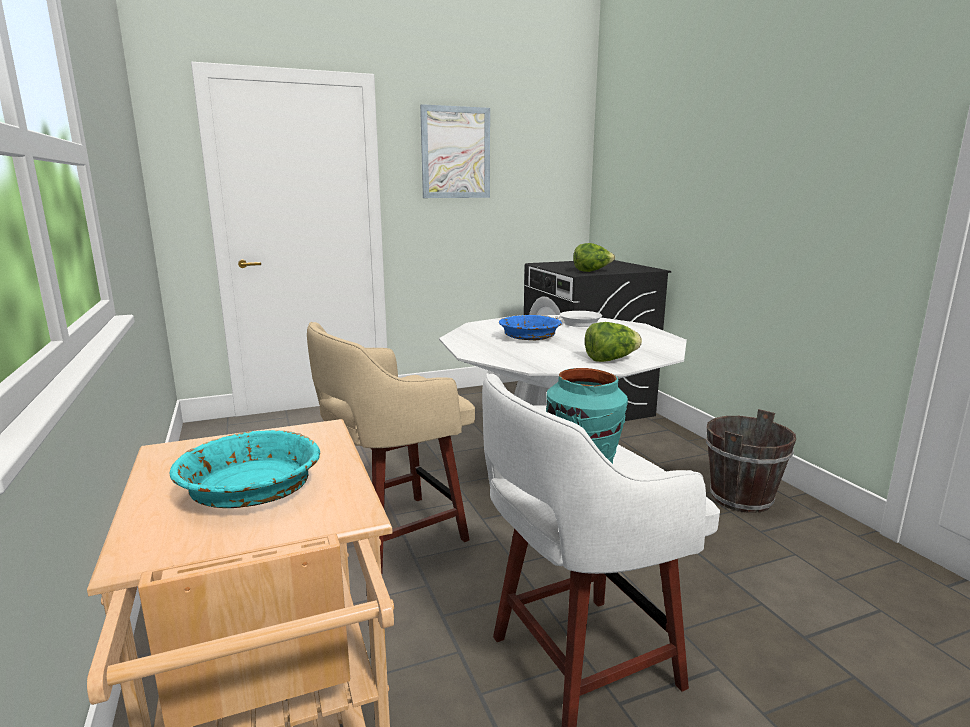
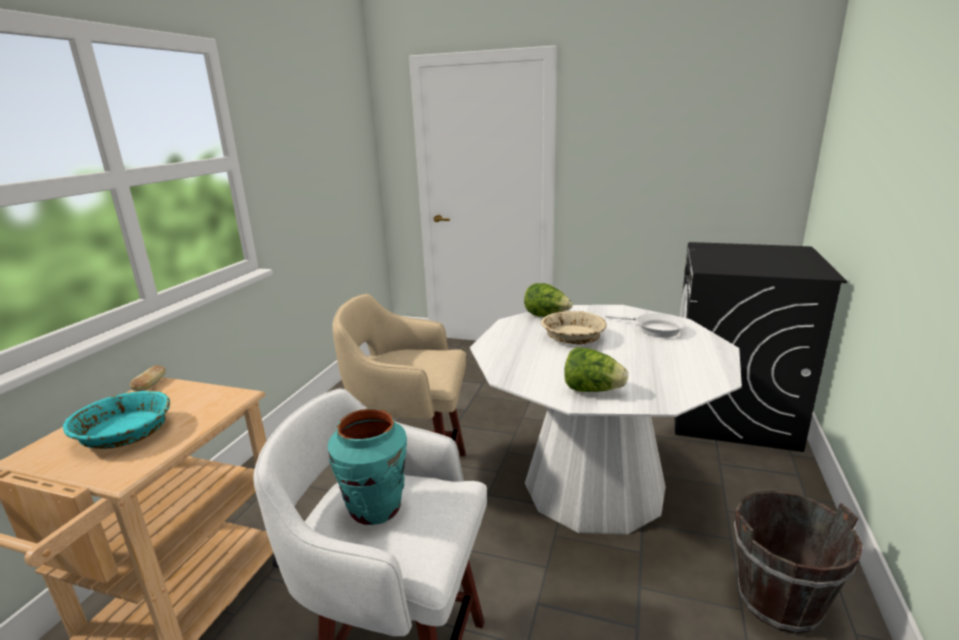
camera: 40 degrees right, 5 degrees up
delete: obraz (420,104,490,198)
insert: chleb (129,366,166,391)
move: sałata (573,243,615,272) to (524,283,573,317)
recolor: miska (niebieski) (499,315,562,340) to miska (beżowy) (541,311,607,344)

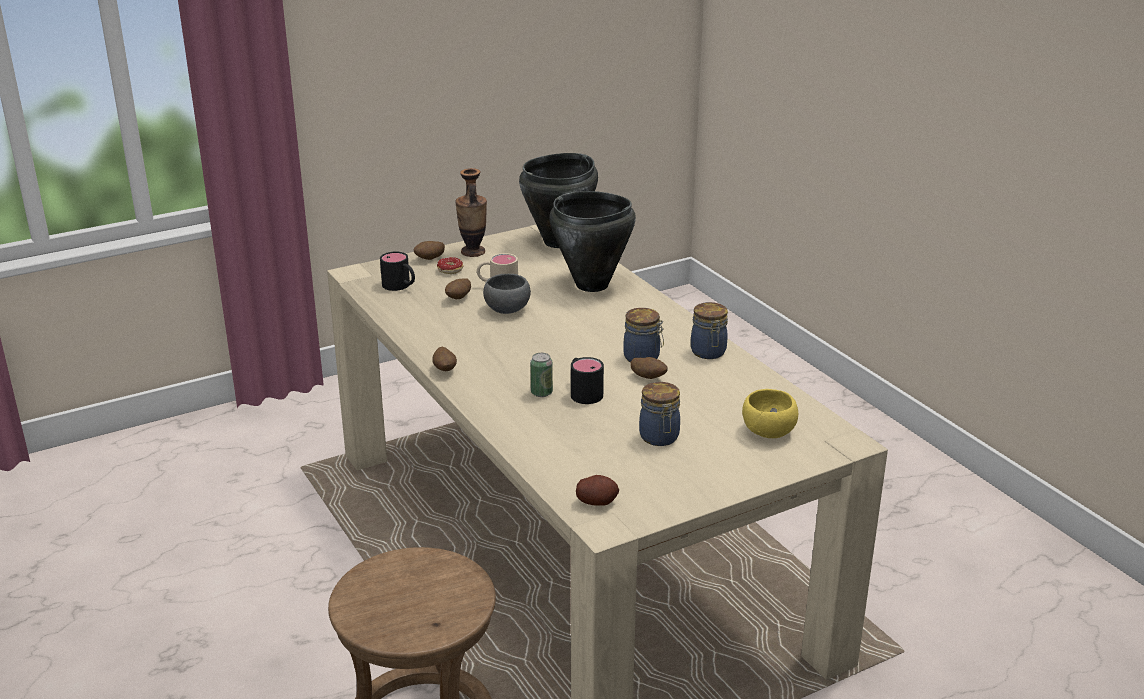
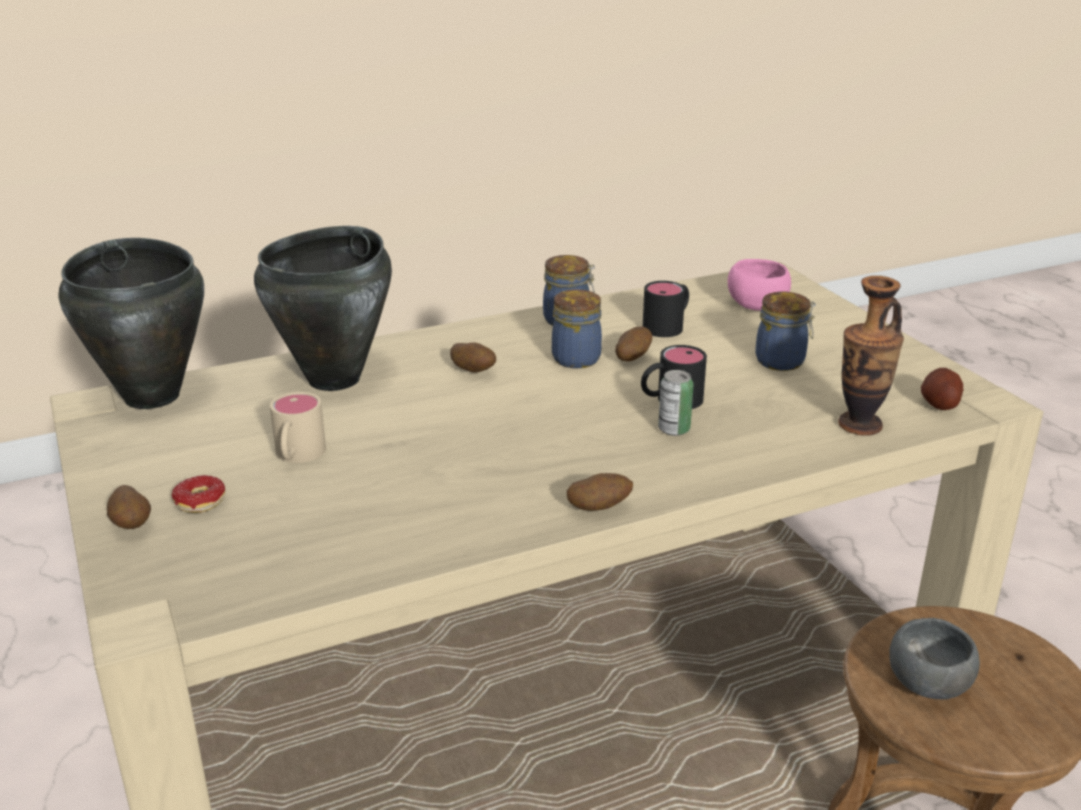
camera: 85 degrees left, 0 degrees up
move: kubek (czarny) (380,252,415,291) to (643,281,689,337); ziemniak (445,278,471,299) to (450,343,496,373); wazon (455,168,487,257) to (838,276,904,436); miska (szary) (483,274,531,314) to (889,618,980,700)
recolor: miska (żółty) (742,389,798,438) to miska (różowy) (728,259,791,311)

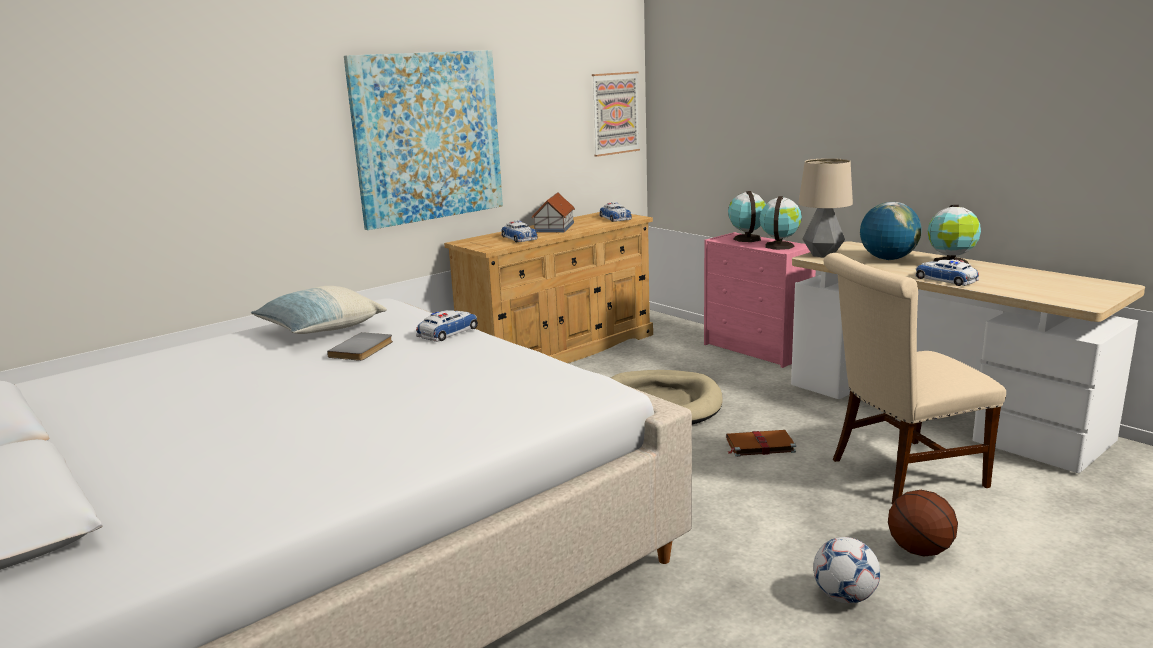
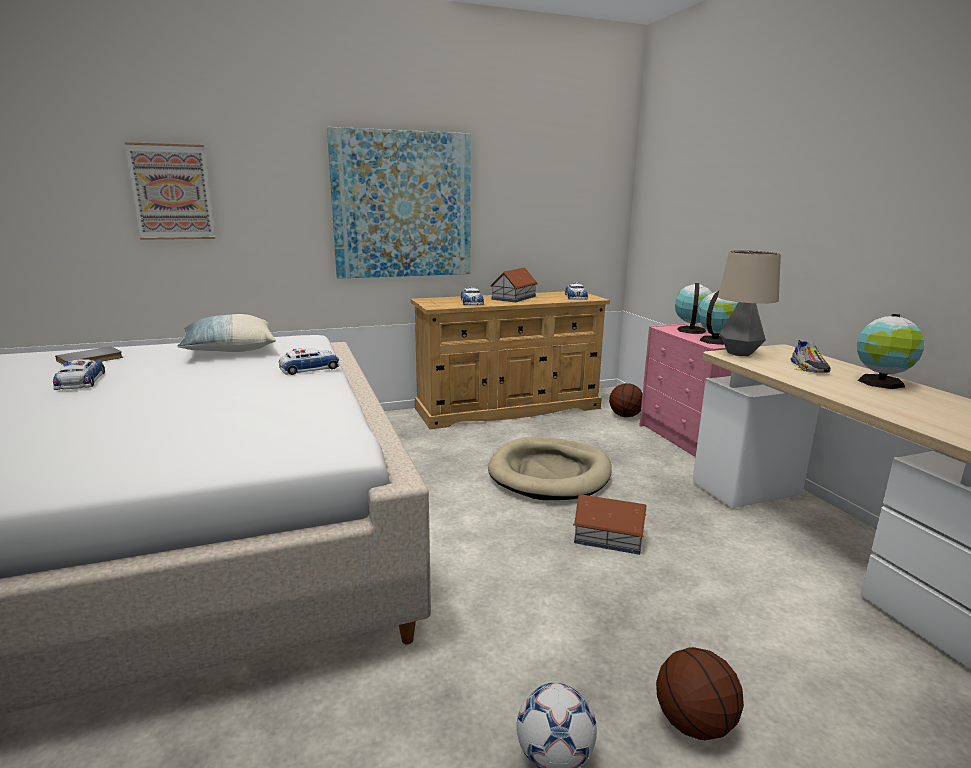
camera: 20 degrees right, 0 degrees up
delete: krzesło (beżowy) (824,253,1006,504)
insert: piłka do koszykówki (609,383,643,417)
move: książka (szary) (327,332,393,361) to (55,347,123,365); obraz (592,72,640,157) to (125,142,215,240); samochodzik (915,259,979,286) to (53,359,105,390)
replace: książka (brązowy) (726,430,796,457) to domek (573,494,647,555); globus (860,202,921,260) to but (790,340,831,373)

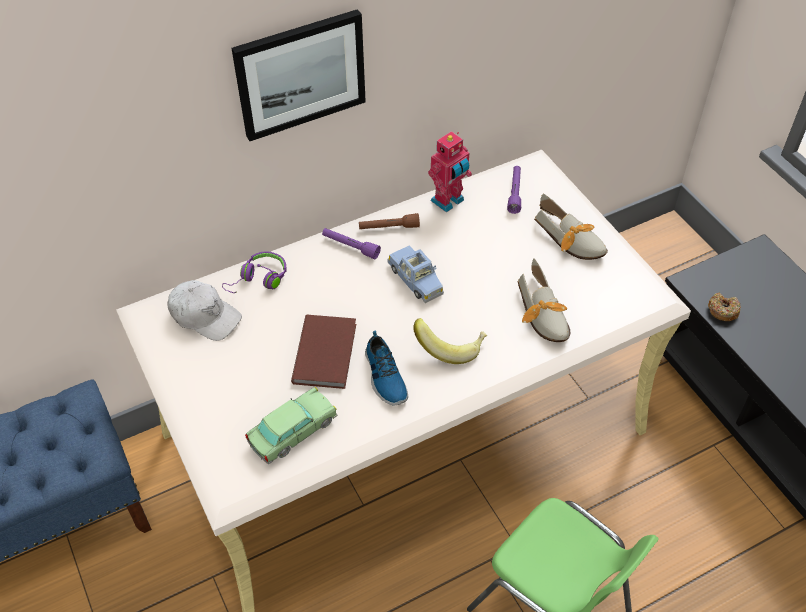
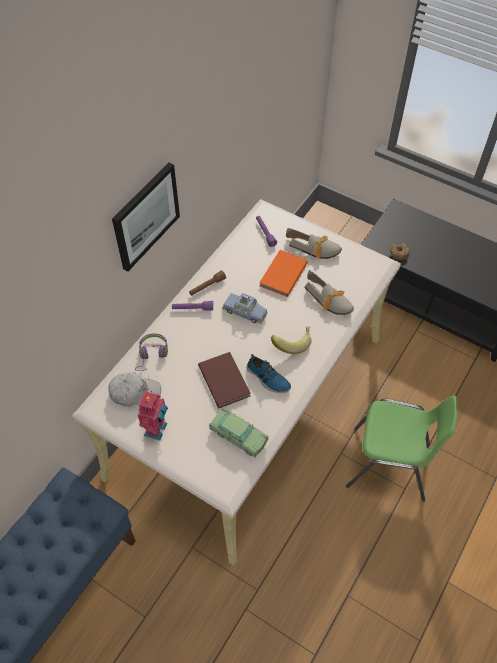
camera: 30 degrees left, 5 degrees up
insert: książka (pomarańczowy) (259,250,308,297)
move: robot zabawkowy (428,131,472,212) to (138,391,168,440)
rotate: samochodzik (245,387,337,464) = (209,408,269,457) 105 degrees clockwise

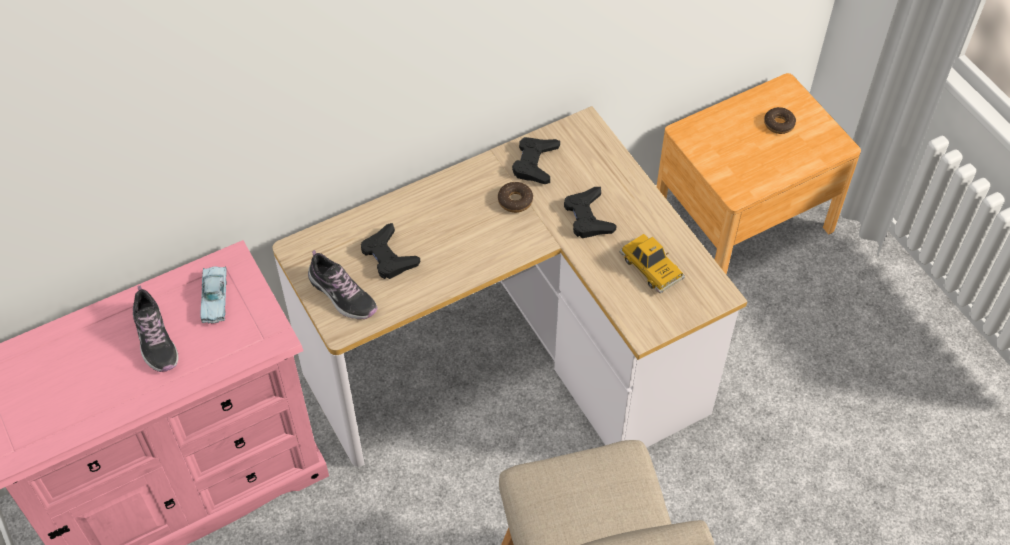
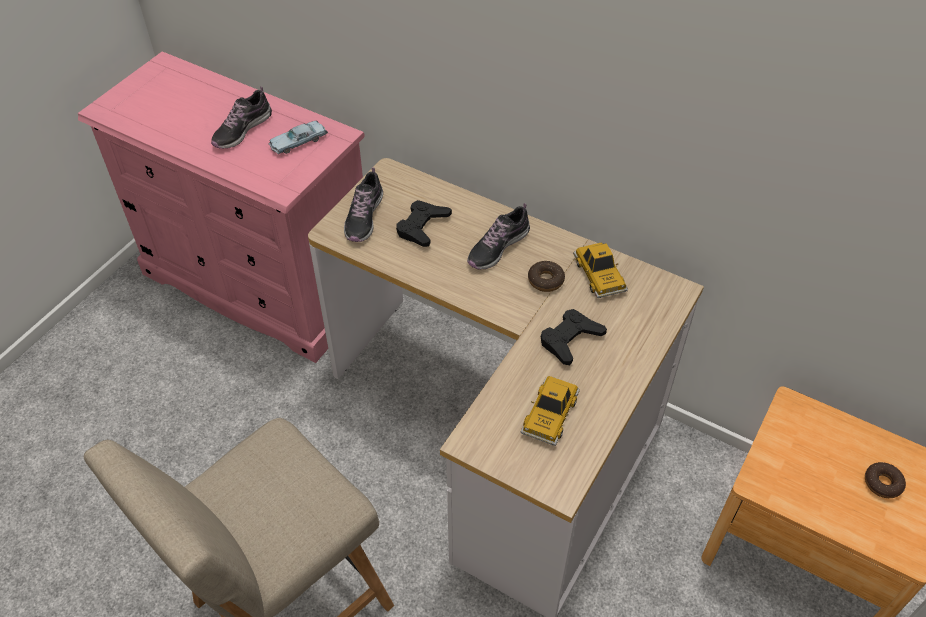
camera: 60 degrees right, 5 degrees down
insert: but (467,203,530,270)
replace: pad do gier (czarny) (512,137,560,184) to samochodzik (573,243,628,298)

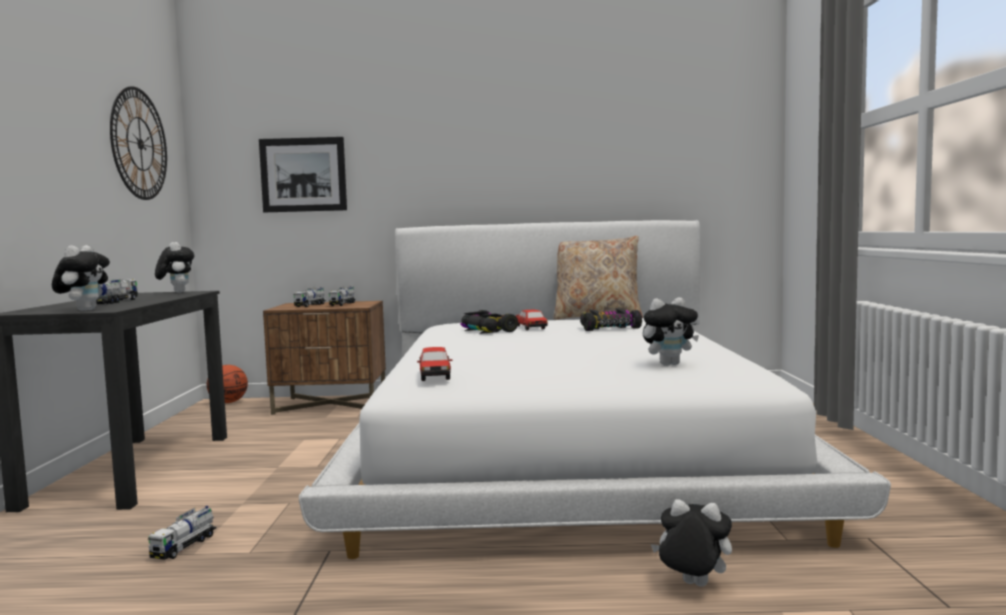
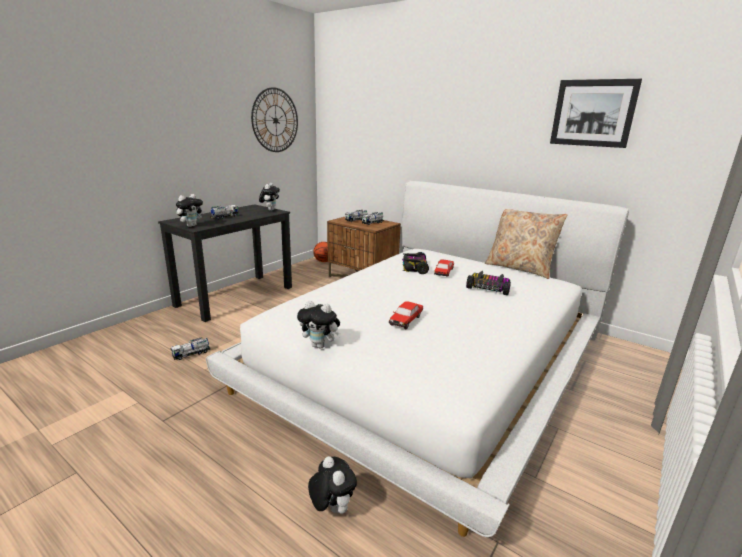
camera: 35 degrees right, 15 degrees up
move: obraz (259,137,347,212) to (550,79,642,148); samochodzik (417,347,452,381) to (389,301,423,329); pluszak (643,297,699,366) to (297,301,342,349)

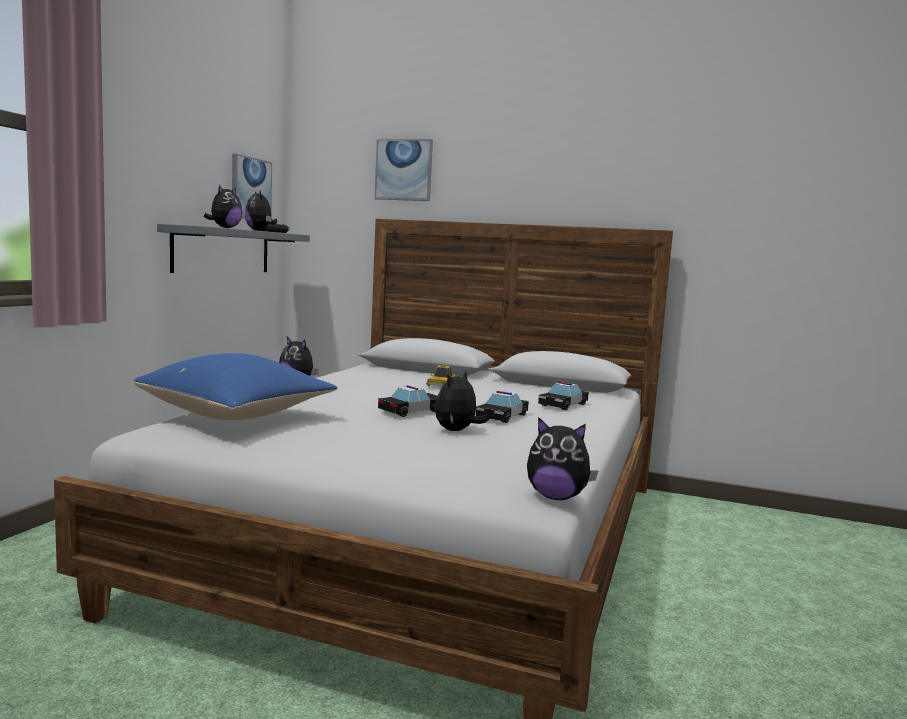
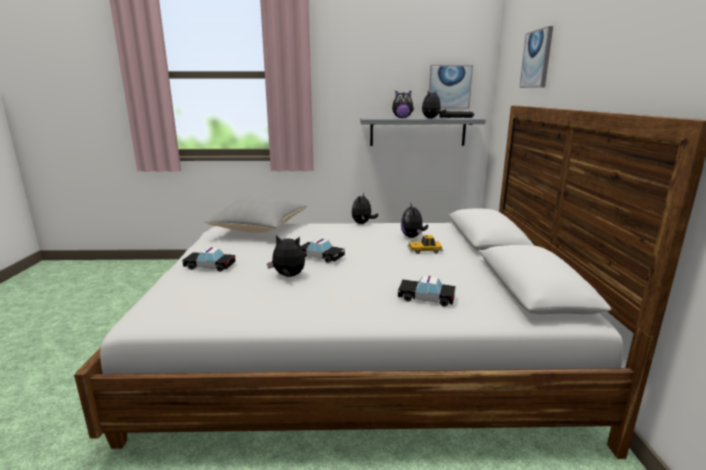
camera: 70 degrees right, 10 degrees up
move: samochodzik (476,391,529,423) to (182,247,236,272); pluszak (527,417,598,500) to (401,204,428,238)
recolor: poduszka (niebieski) (134,353,338,420) to poduszka (szary) (205,196,307,233)

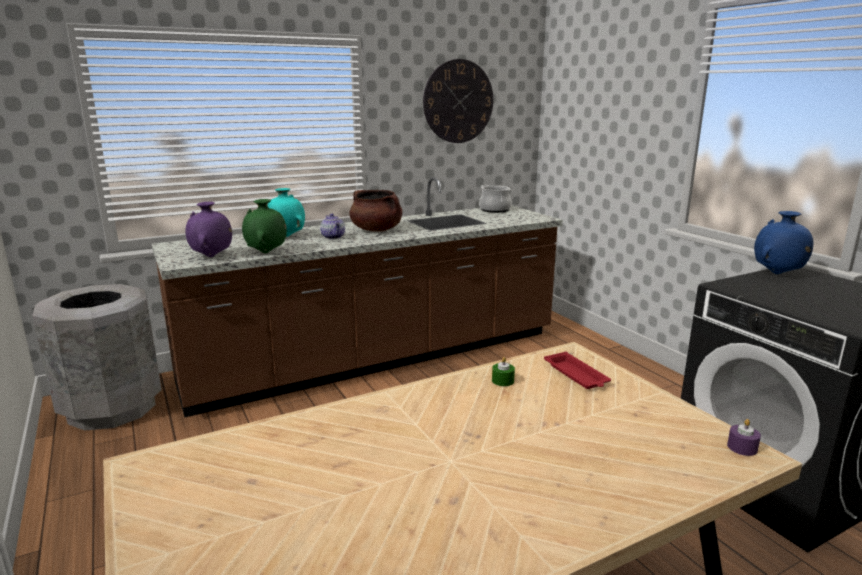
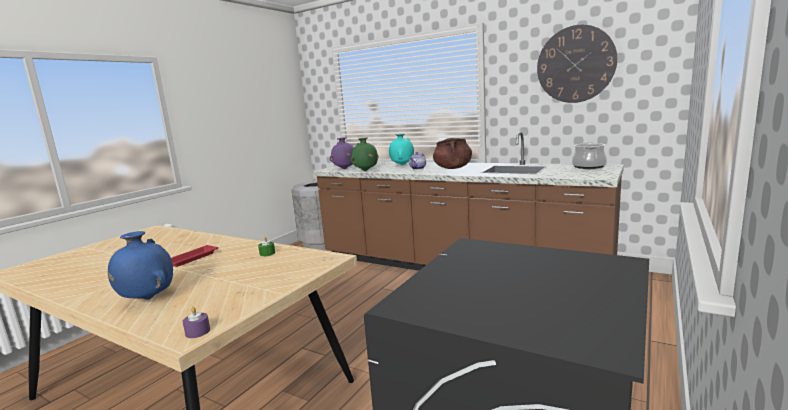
camera: 60 degrees right, 5 degrees down
move: taca (czerwony) (544,352,611,389) to (171,245,218,267); wazon (niebieski) (754,211,813,274) to (108,231,173,300)

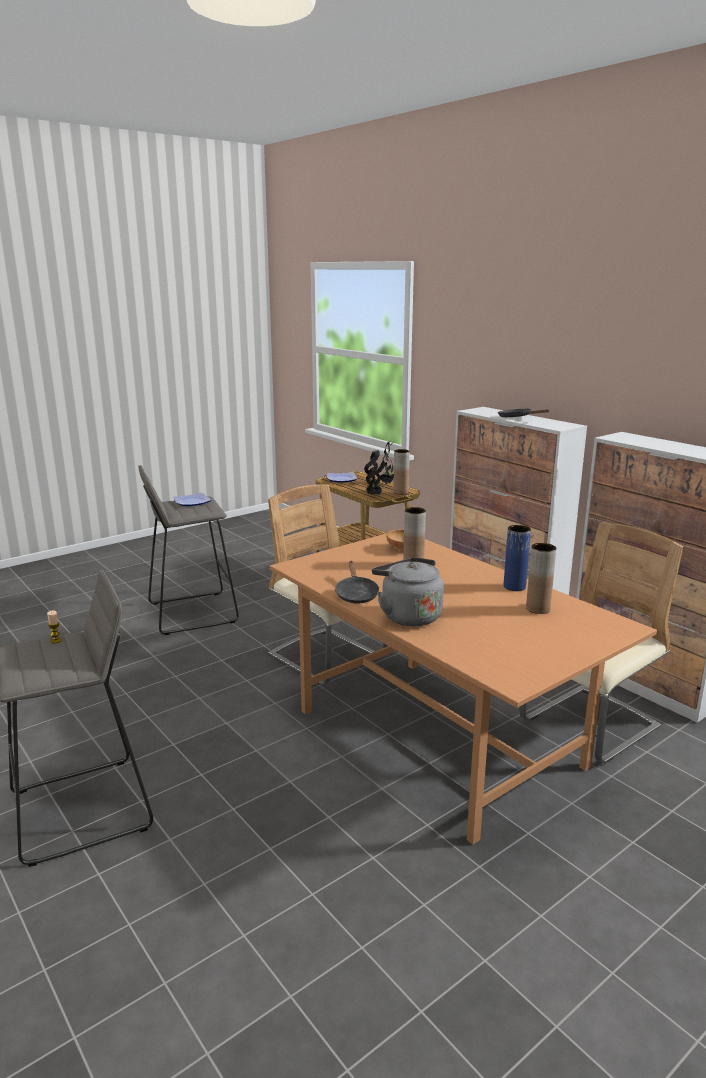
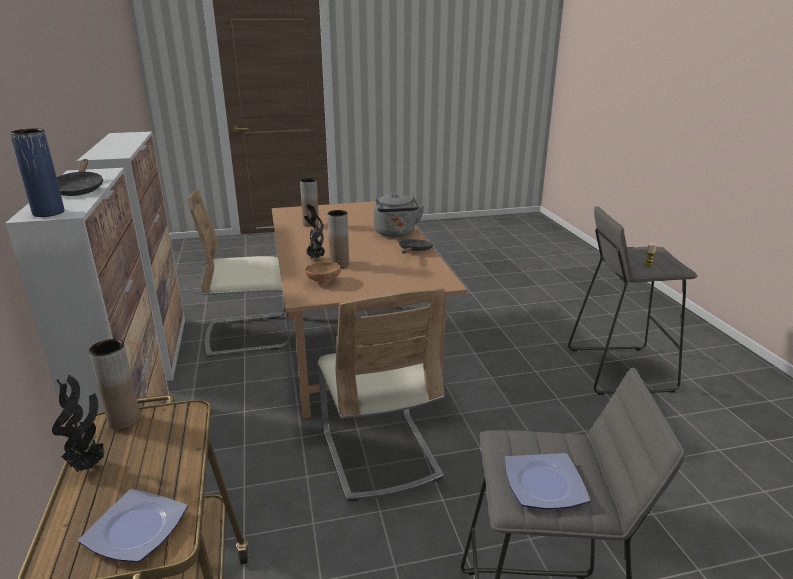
camera: 155 degrees left, 5 degrees up
move: roślina doniczkowa (364,450,385,496) to (304,204,325,259); wazon (niebieski) (504,525,531,591) to (10,128,65,217)

